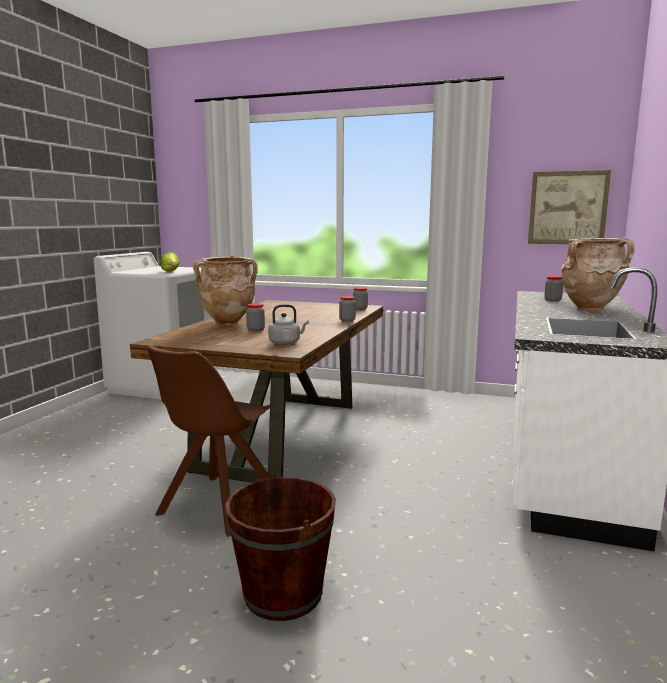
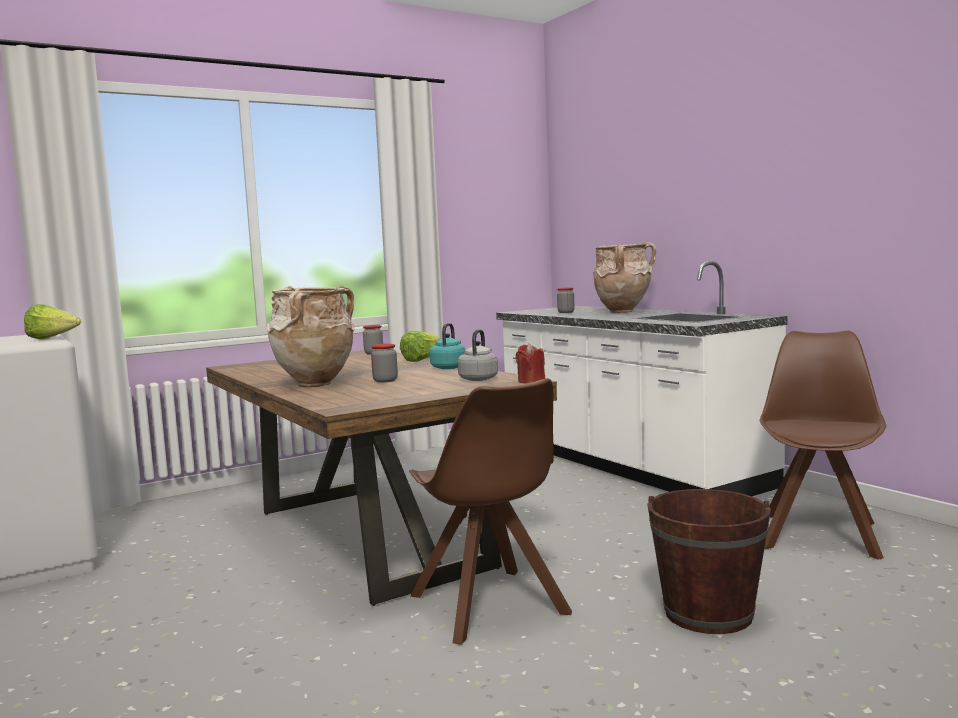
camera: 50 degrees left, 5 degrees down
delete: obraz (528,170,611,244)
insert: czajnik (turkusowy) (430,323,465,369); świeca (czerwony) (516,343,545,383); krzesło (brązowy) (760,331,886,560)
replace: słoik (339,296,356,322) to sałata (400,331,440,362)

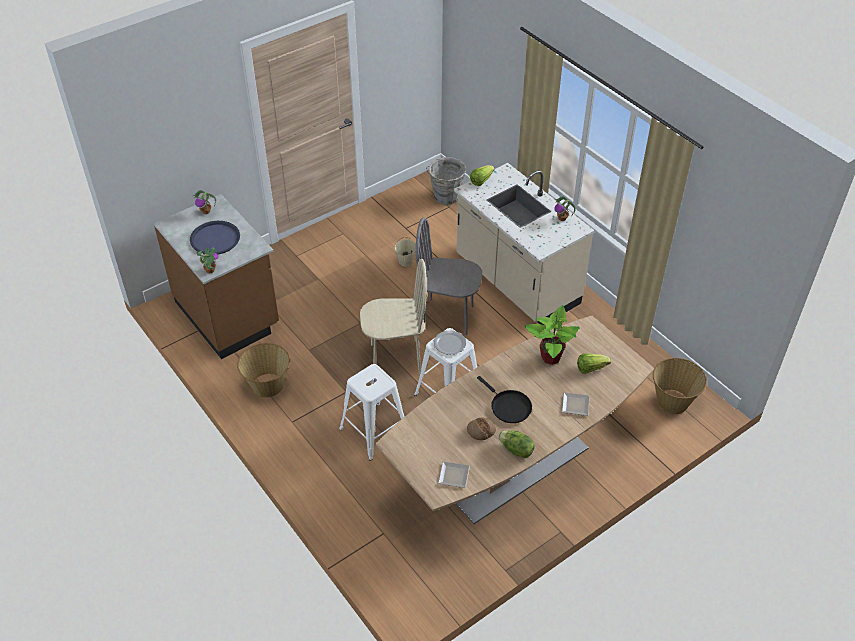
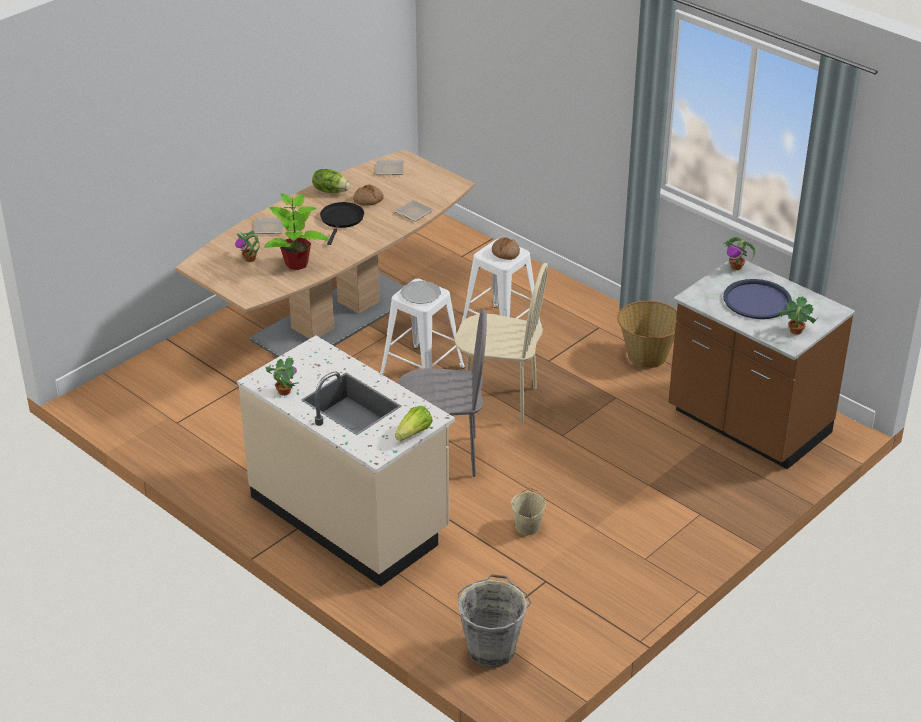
camera: 170 degrees right, 10 degrees down
delete: koszyk (653,358,707,414)
insert: talerz (394,200,434,221); chleb (492,237,520,260)
replace: sałata (577,353,611,374) to roślina doniczkowa (235,230,260,262)
rotate: krzesło (beżowy) (360,259,427,374) = (455,263,548,424) 150 degrees counterclockwise; patelnia (czarny) (477,376,532,423) = (320,202,364,245) 60 degrees clockwise

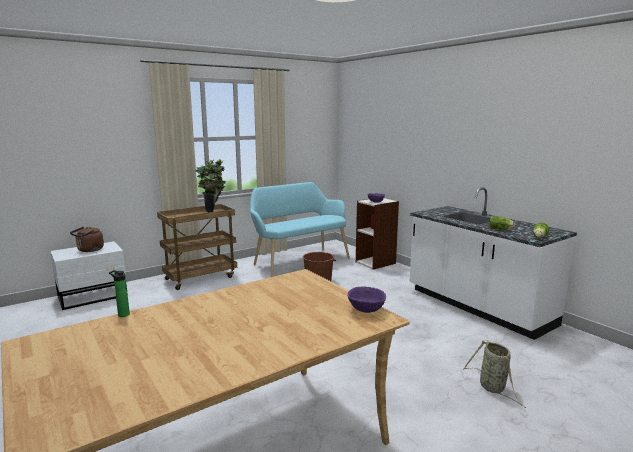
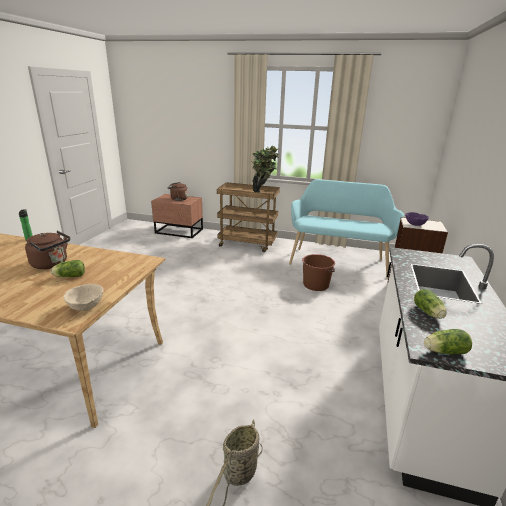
camera: 50 degrees right, 10 degrees up
insert: czajnik (brązowy) (25,231,70,269); sałata (51,260,85,277)
recolor: szafka nocna (biały) (50,241,128,310) to szafka nocna (brązowy) (151,194,203,238); miska (fioletowy) (347,286,386,313) to miska (beżowy) (64,284,103,311)

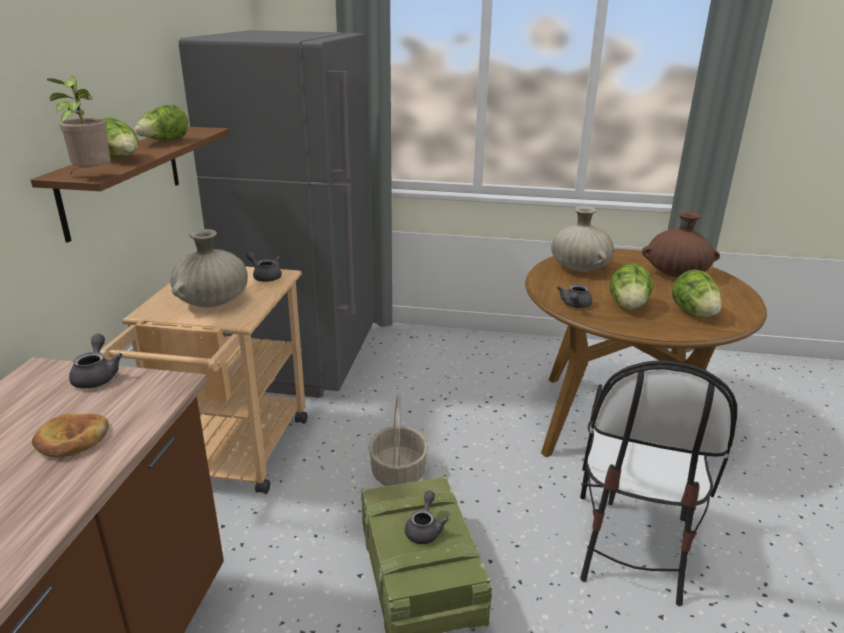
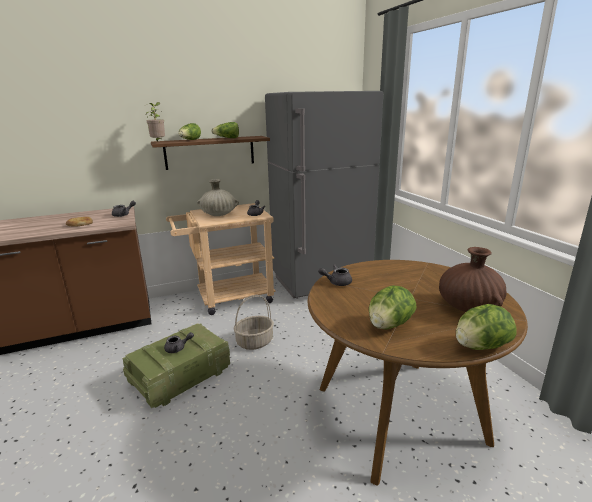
camera: 60 degrees right, 5 degrees down
delete: wazon (beżowy) (551,206,614,272); krzesło (580,360,737,606)
move: sałata (610,263,653,310) to (456,304,517,350)

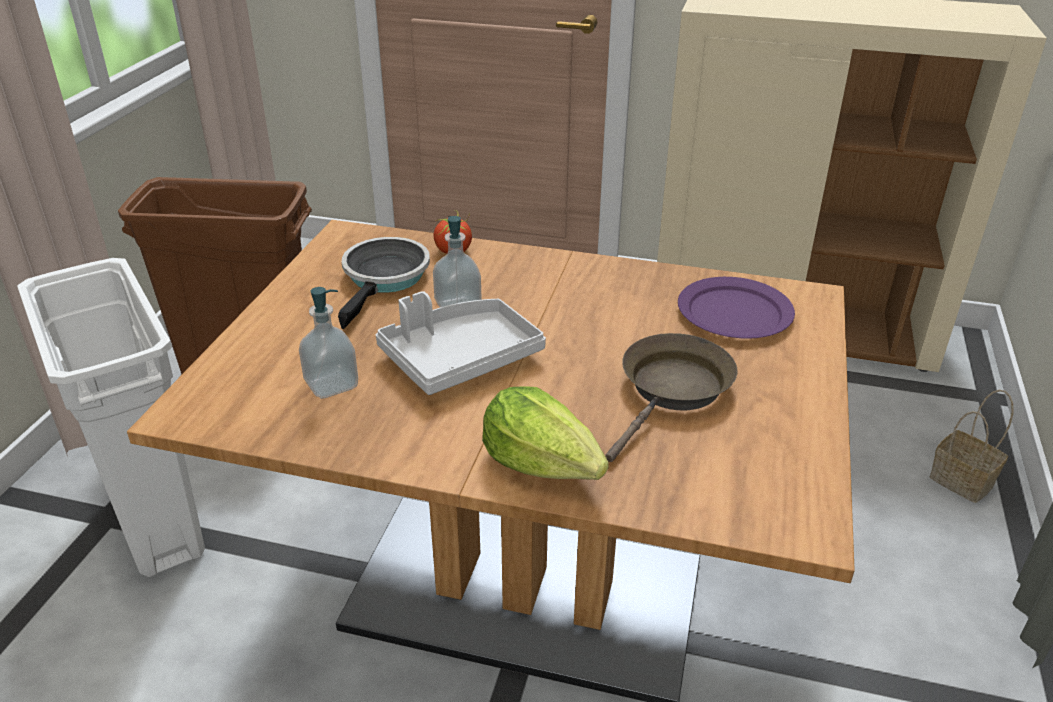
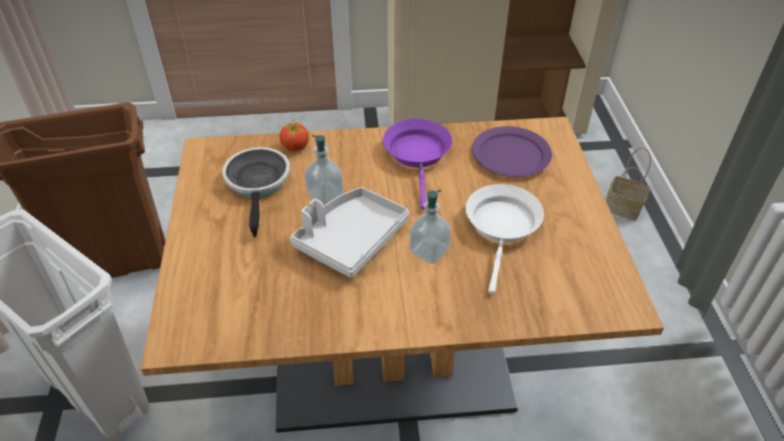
camera: 20 degrees left, 10 degrees up
delete: sałata (482,386,609,480)
insert: patelnia (fioletowy) (383,119,452,210)
move: dozownik mydła (299,287,358,399) to (409,190,451,264)
recolor: patelnia (brązowy) (605,333,738,462) to patelnia (biały) (466,184,544,294)

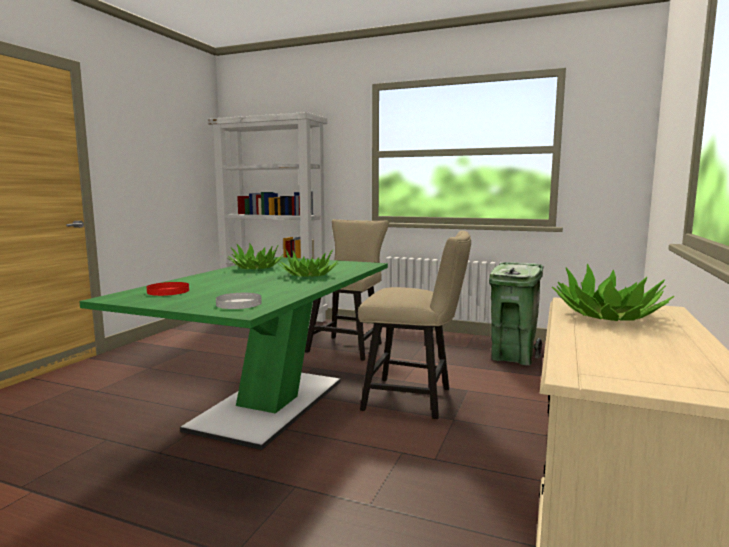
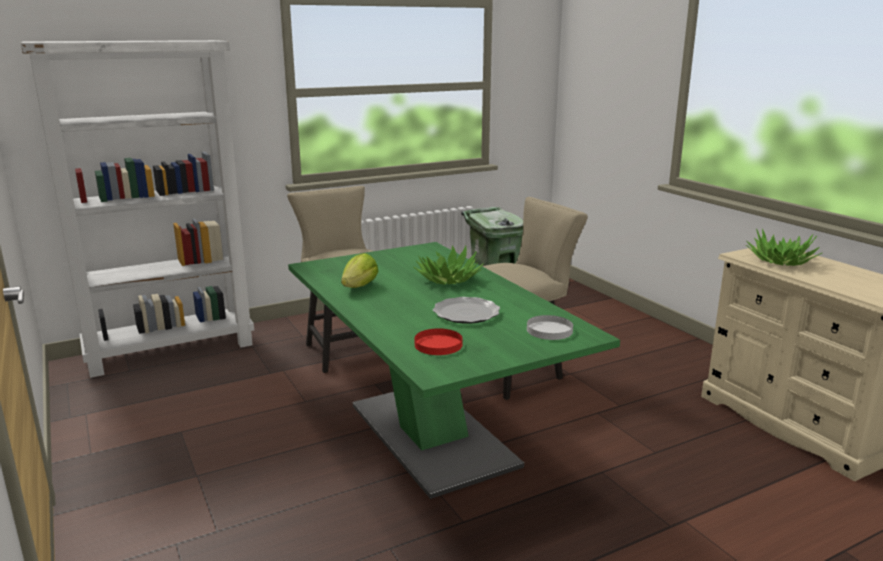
camera: 50 degrees left, 10 degrees up
insert: talerz (433,297,500,324)
replace: roślina doniczkowa (228,244,284,269) to sałata (341,253,378,288)

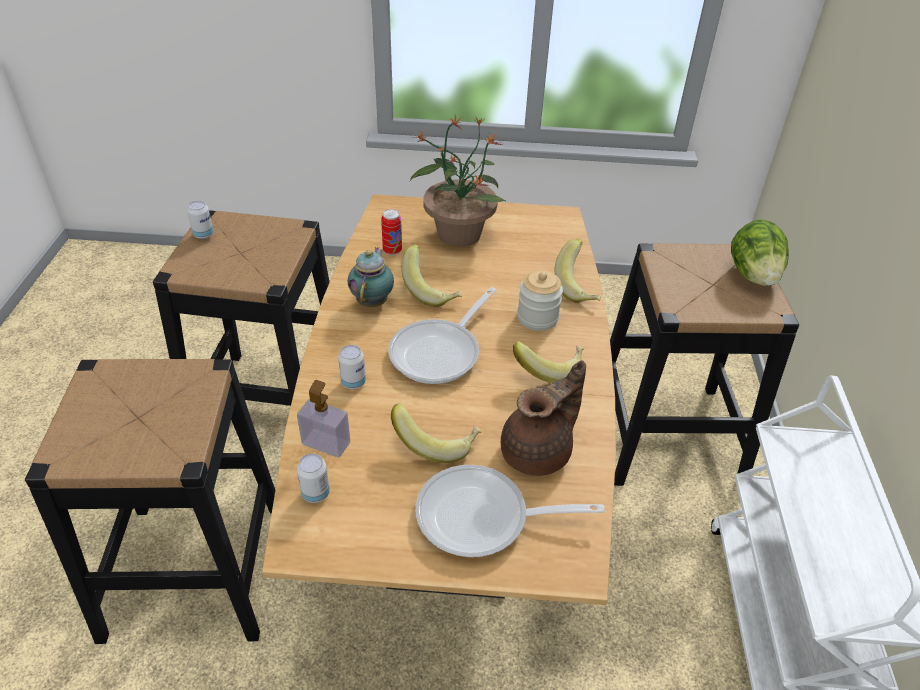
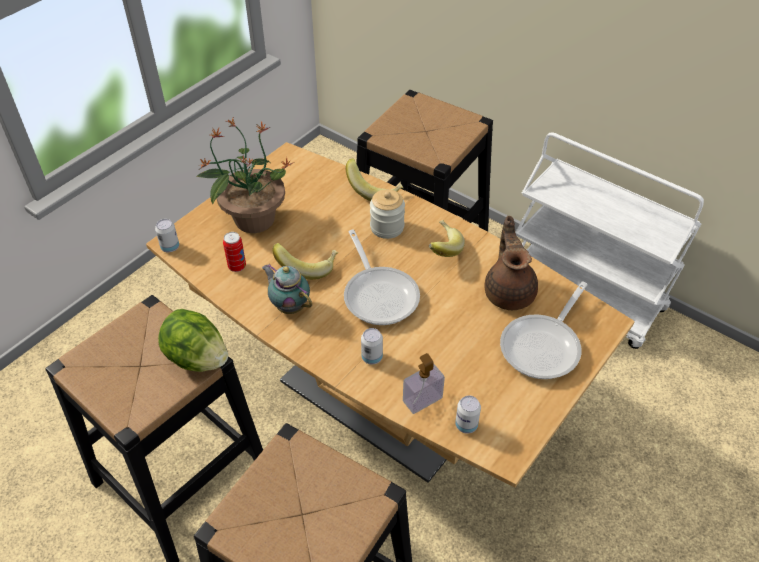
camera: 55 degrees left, 5 degrees up
delete: banan (391,403,482,463)
move: puszka (187,201,214,239) to (155,219,179,252); sałata (731,219,789,286) to (158,309,228,372)

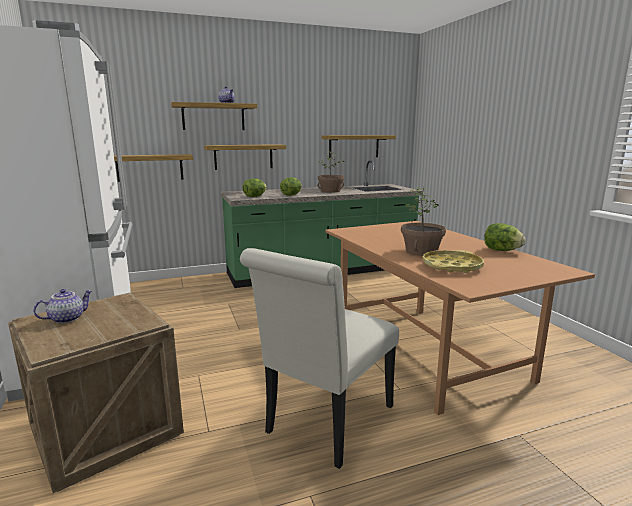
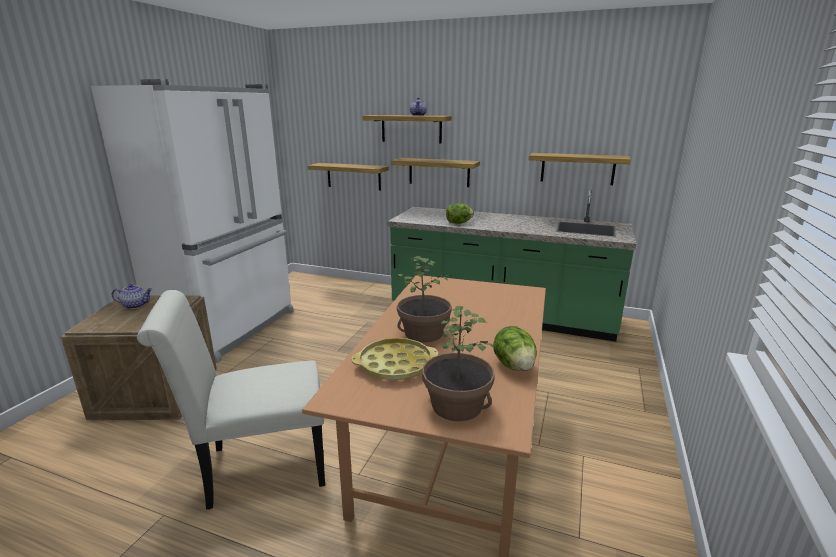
camera: 40 degrees right, 5 degrees up
delete: sałata (242,178,267,197)
move: roślina doniczkowa (318,151,344,193) to (422,306,495,421)

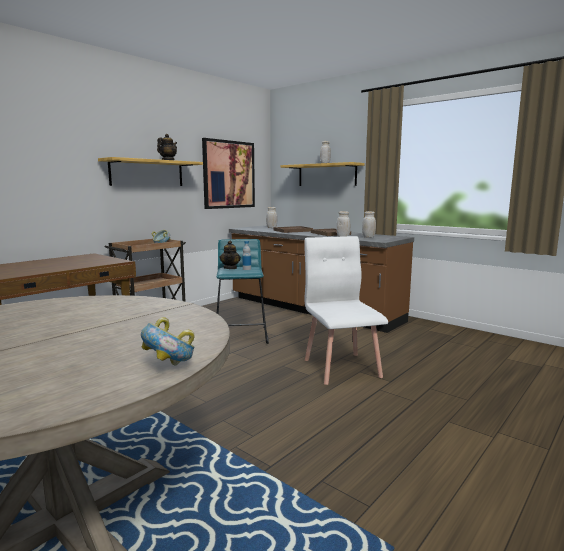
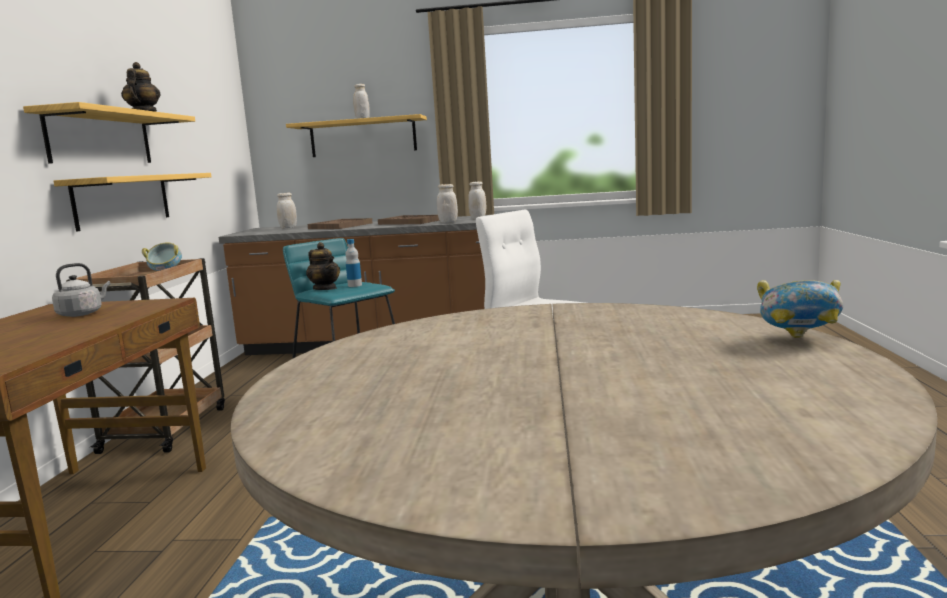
camera: 35 degrees left, 0 degrees up
delete: obraz (202,138,255,209)
insert: czajnik (szary) (52,263,111,317); półka (54,173,212,231)

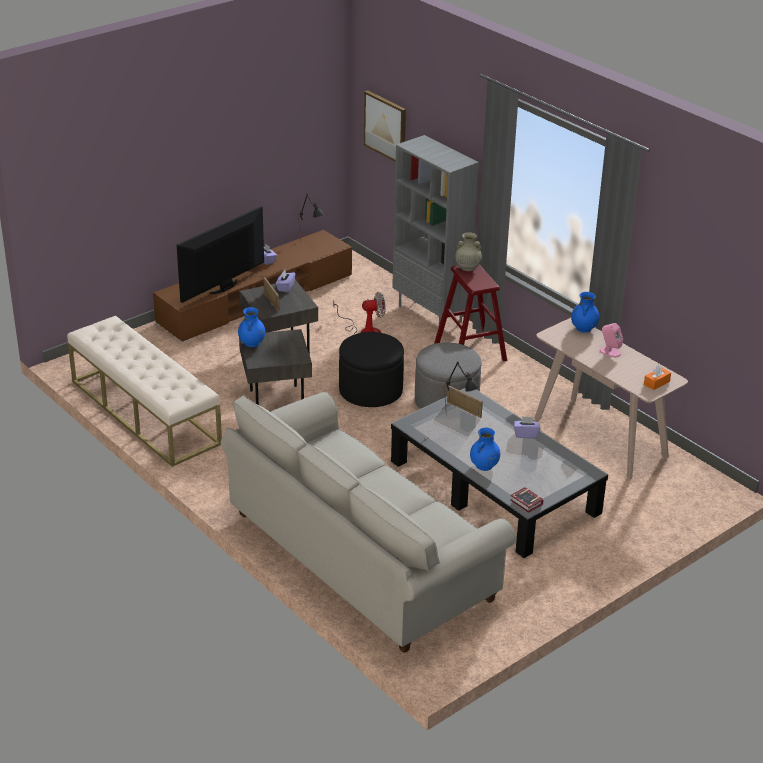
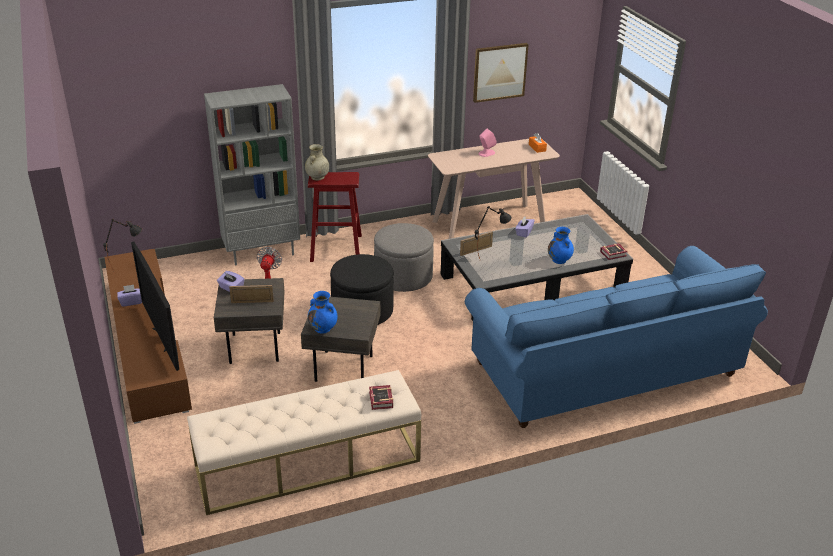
camera: 70 degrees left, 0 degrees up
delete: wazon (niebieski) (571,292,599,333)
insert: książka (369,385,393,410)
move: obraz (364,90,406,162) to (473,43,529,103)
recolor: kanapa (beżowy) (221,392,516,653) to kanapa (niebieski) (465,246,768,428)

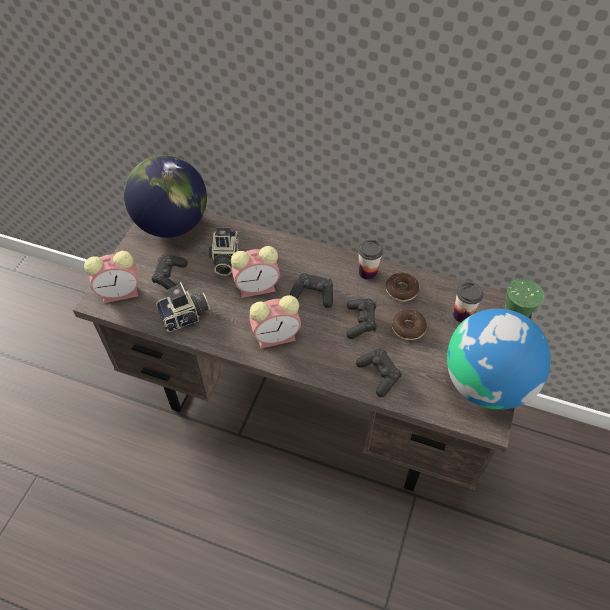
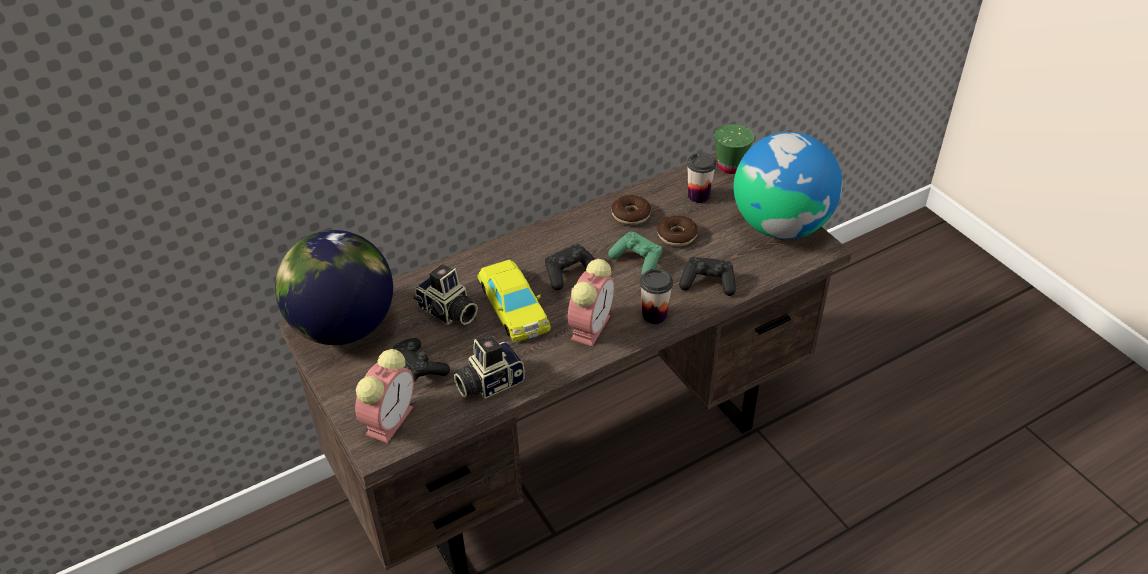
camera: 50 degrees left, 10 degrees down
move: filiżanka (358,240,383,280) to (640,269,673,324)
replace: budzik (231,246,280,298) to samochodzik (żółty) (477,260,551,342)
recolor: pad do gier (czarny) (347,299,377,339) to pad do gier (zielony) (608,232,663,275)
rotate: aparat fotograficzny (156,282,210,332) = (454,335,525,399) 135 degrees counterclockwise

